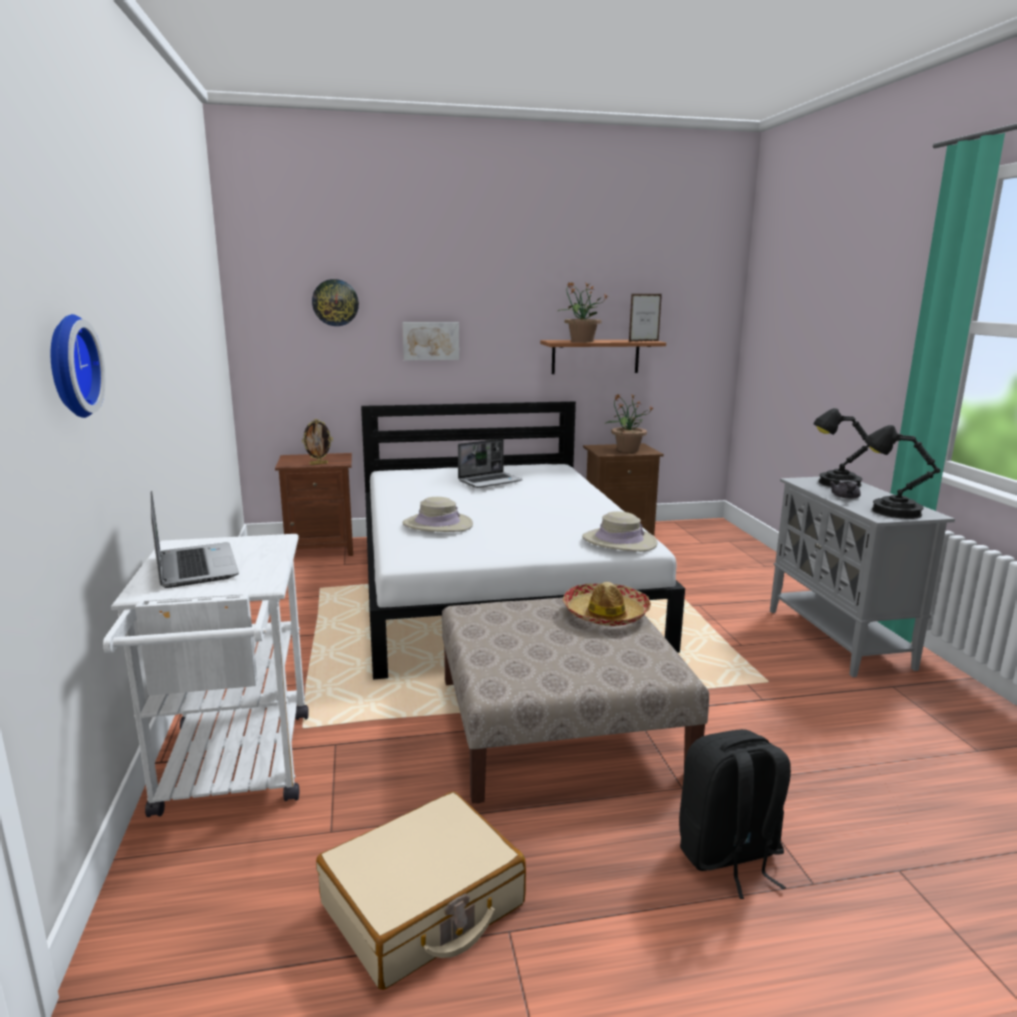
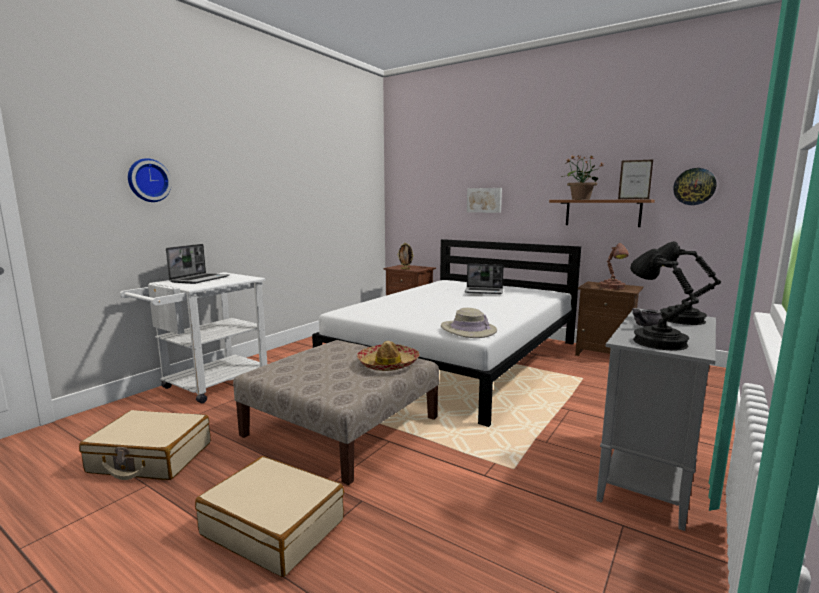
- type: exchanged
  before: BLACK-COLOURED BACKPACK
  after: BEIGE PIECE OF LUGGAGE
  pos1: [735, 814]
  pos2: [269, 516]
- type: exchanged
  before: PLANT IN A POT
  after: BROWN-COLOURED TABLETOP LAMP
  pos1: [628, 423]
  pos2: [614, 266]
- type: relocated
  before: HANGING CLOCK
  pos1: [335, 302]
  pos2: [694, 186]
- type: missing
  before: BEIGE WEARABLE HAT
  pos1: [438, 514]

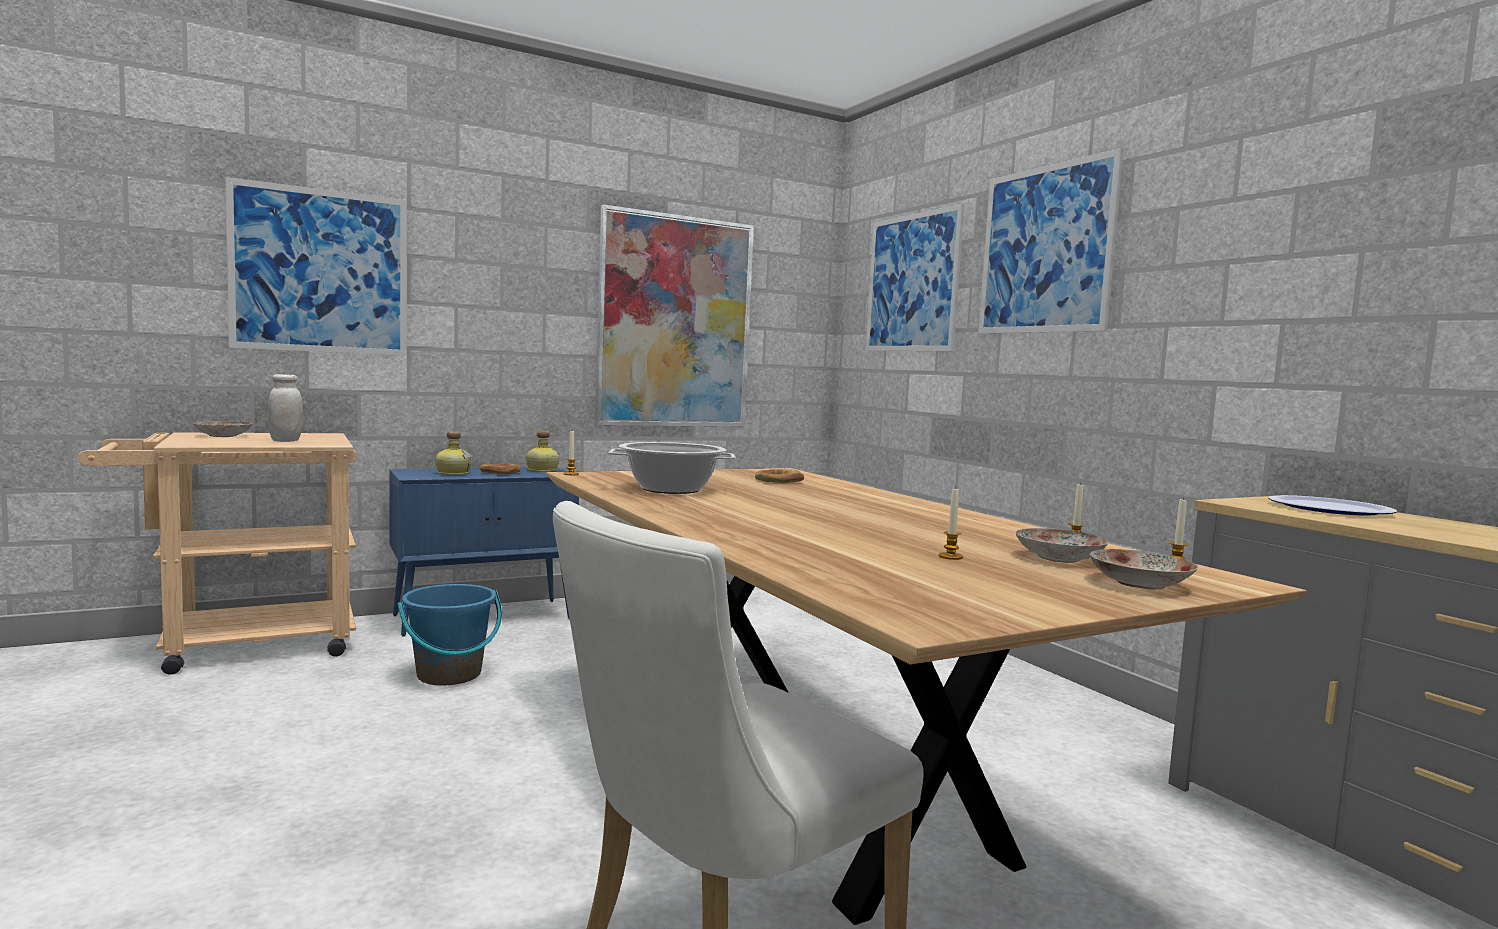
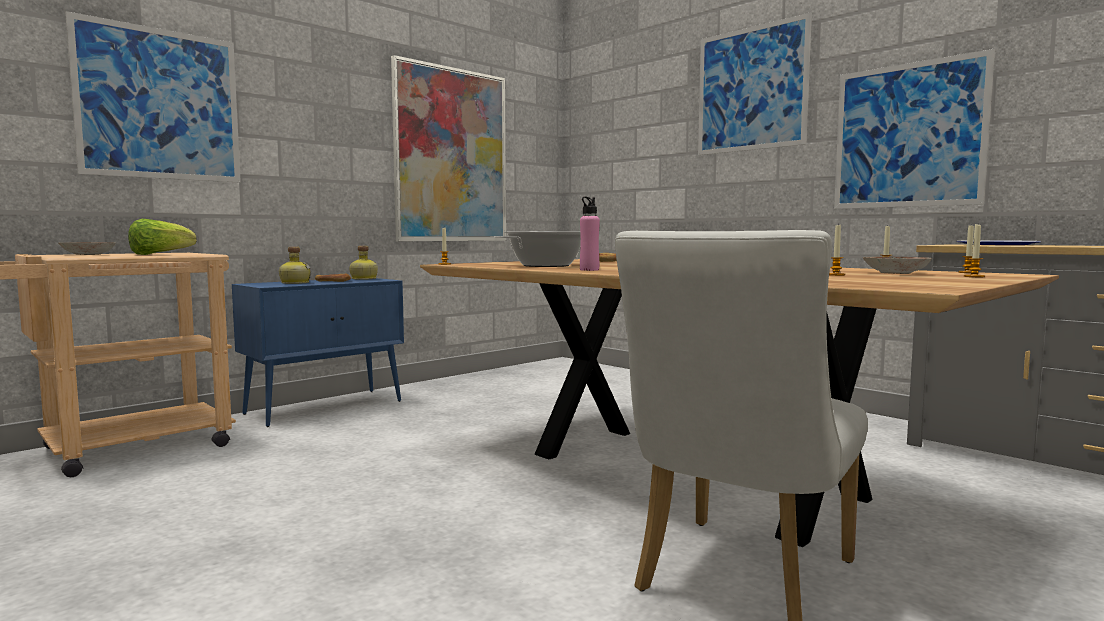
- type: exchanged
  before: WHITE-COLOURED STORAGE JAR
  after: LETTUCE
  pos1: [285, 408]
  pos2: [162, 237]
- type: appeared
  after: PINKISH DRINK BOTTLE
  pos2: [590, 234]
- type: relocated
  before: PICTURE
  pos1: [915, 277]
  pos2: [914, 129]
- type: exchanged
  before: FLAT DISH
  after: WAX CANDLE
  pos1: [1144, 569]
  pos2: [974, 250]
- type: missing
  before: BLUISH PAIL
  pos1: [449, 634]

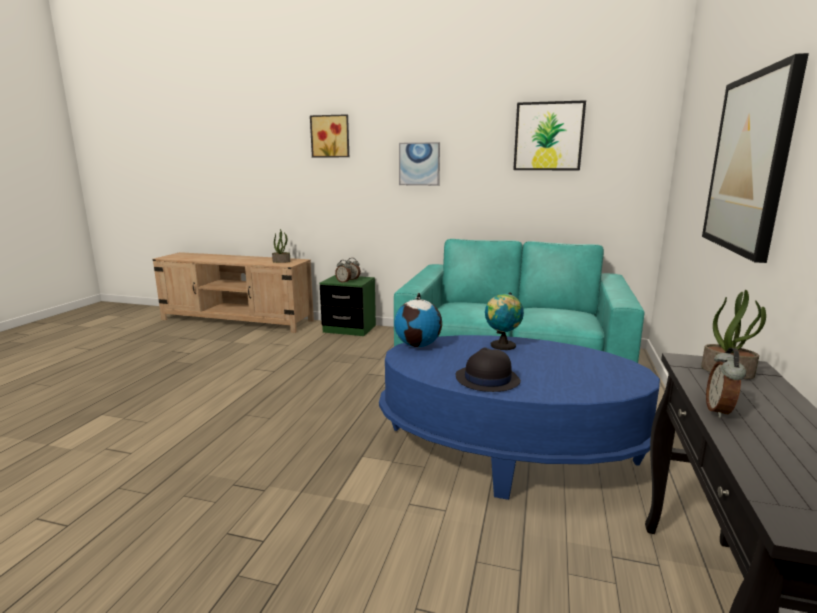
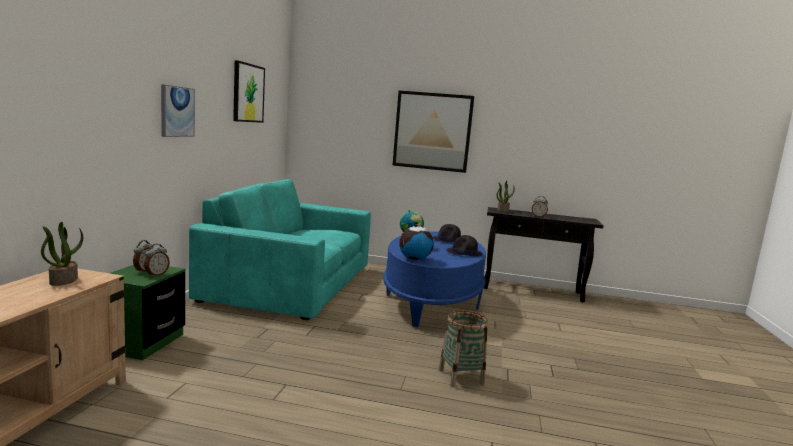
- type: appeared
  after: BLACK-COLOURED WEARABLE HAT
  pos2: [447, 233]
- type: appeared
  after: STORAGE BASKET
  pos2: [463, 348]
- type: missing
  before: PICTURE
  pos1: [329, 135]

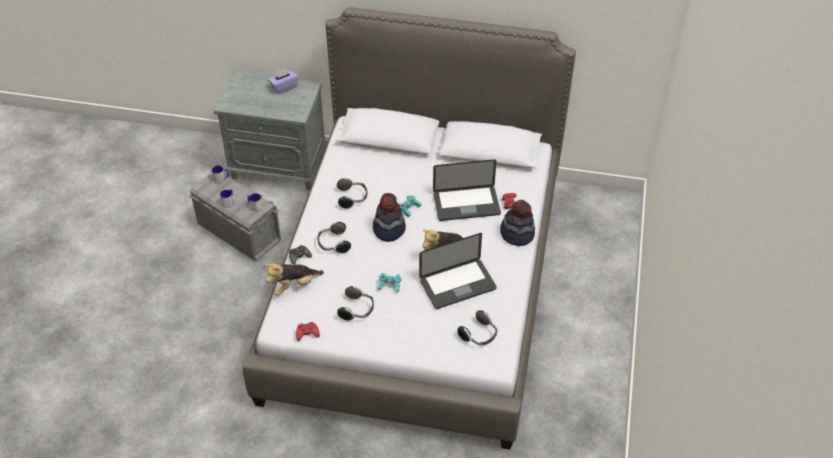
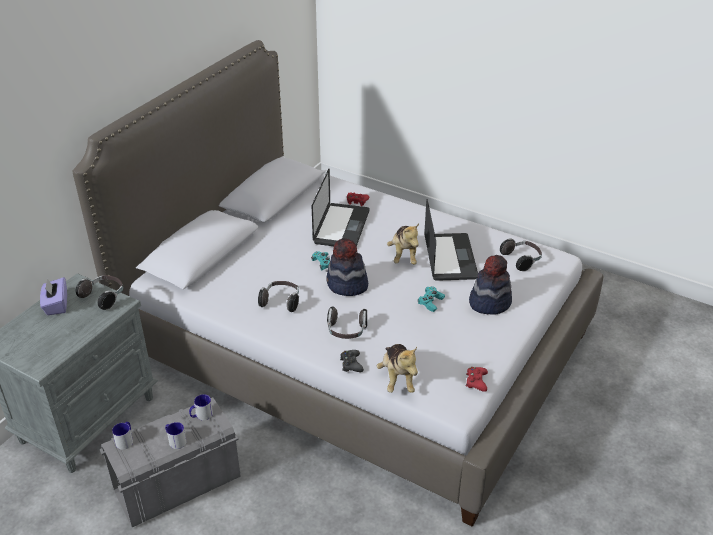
- type: relocated
  before: HEADPHONES
  pos1: [355, 303]
  pos2: [99, 292]
- type: relocated
  before: WEARABLE HAT
  pos1: [517, 223]
  pos2: [490, 285]

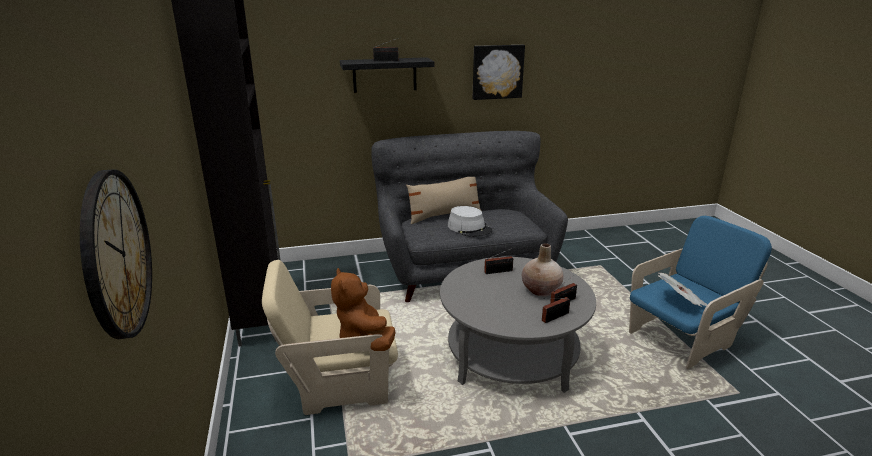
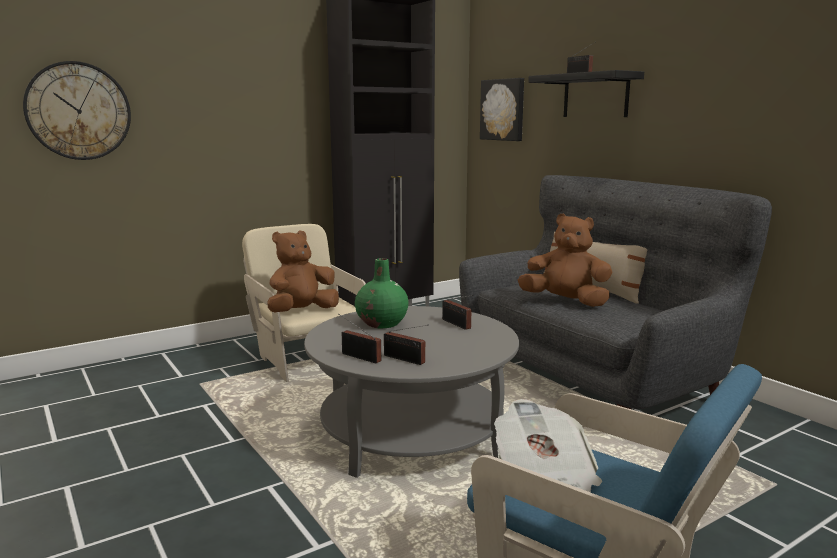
- type: appeared
  after: GREENISH FLOWER VASE
  pos2: [382, 293]
- type: relocated
  before: PICTURE
  pos1: [499, 72]
  pos2: [502, 109]
- type: exchanged
  before: GREYISH WEARABLE HAT
  after: BROWN-COLOURED PLUSH TOY
  pos1: [470, 221]
  pos2: [565, 260]
- type: missing
  before: BEIGE FLOWER VASE
  pos1: [543, 269]

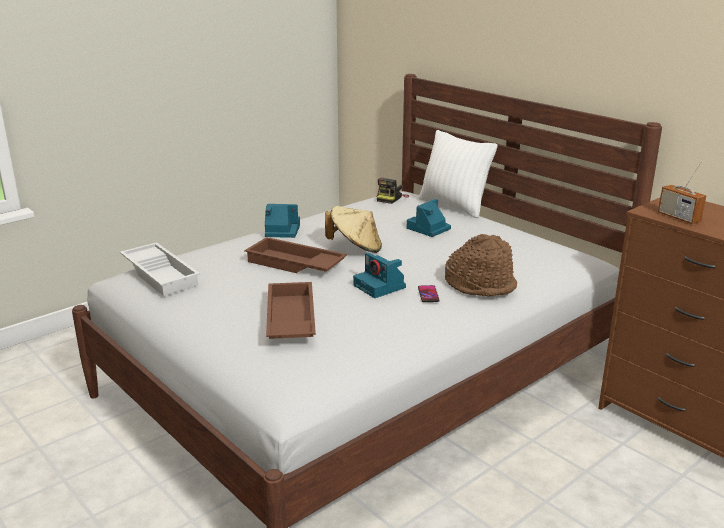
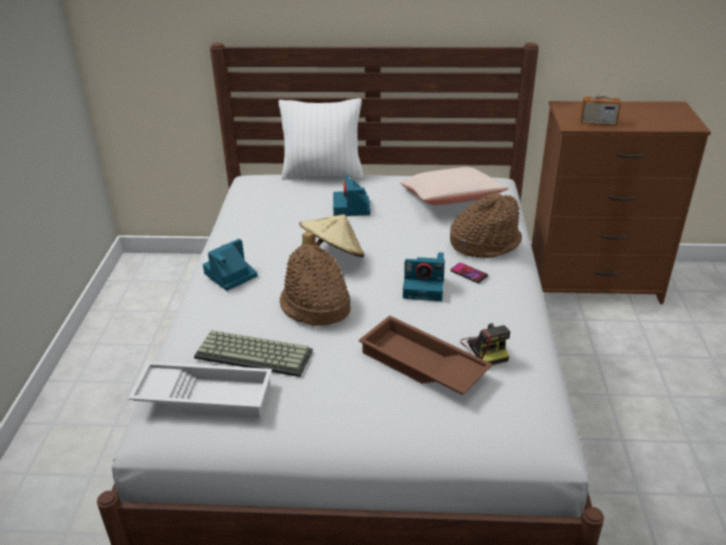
- type: appeared
  after: PC KEYBOARD
  pos2: [253, 353]
- type: exchanged
  before: BROWN-COLOURED SERVING TRAY
  after: BROWN-COLOURED WEARABLE HAT
  pos1: [295, 255]
  pos2: [315, 284]
- type: appeared
  after: BEIGE PILLOW
  pos2: [454, 186]
- type: relocated
  before: STILL CAMERA
  pos1: [393, 191]
  pos2: [485, 344]

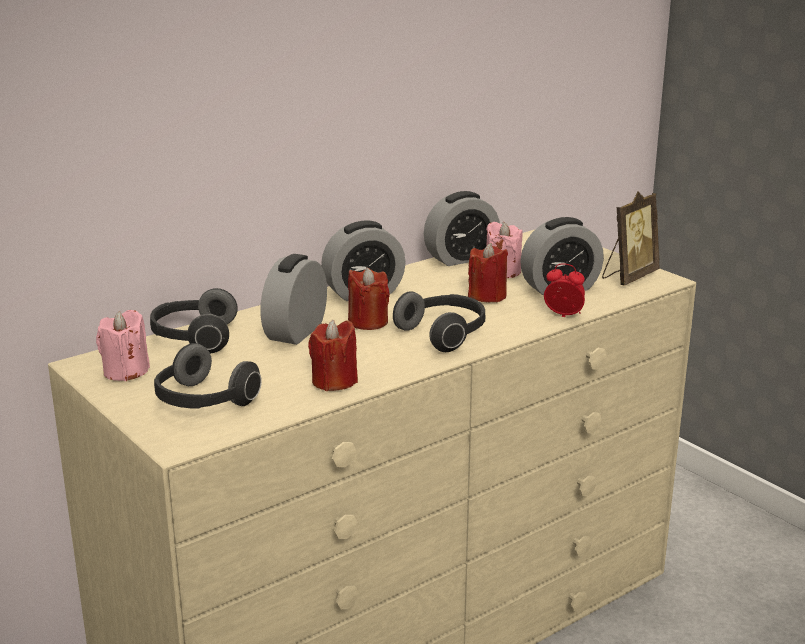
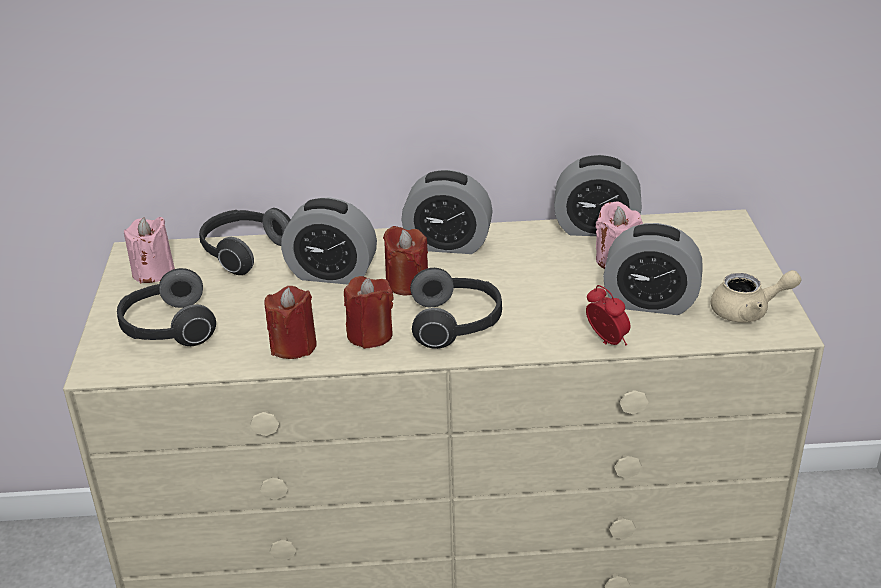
- type: spun
  before: ALARM CLOCK
  pos1: [293, 299]
  pos2: [329, 241]
  turn: -135
- type: relocated
  before: RED WAX CANDLE
  pos1: [488, 272]
  pos2: [369, 312]
- type: exchanged
  before: STANDING FRAME
  after: BEIGE TEA POT
  pos1: [631, 238]
  pos2: [756, 296]

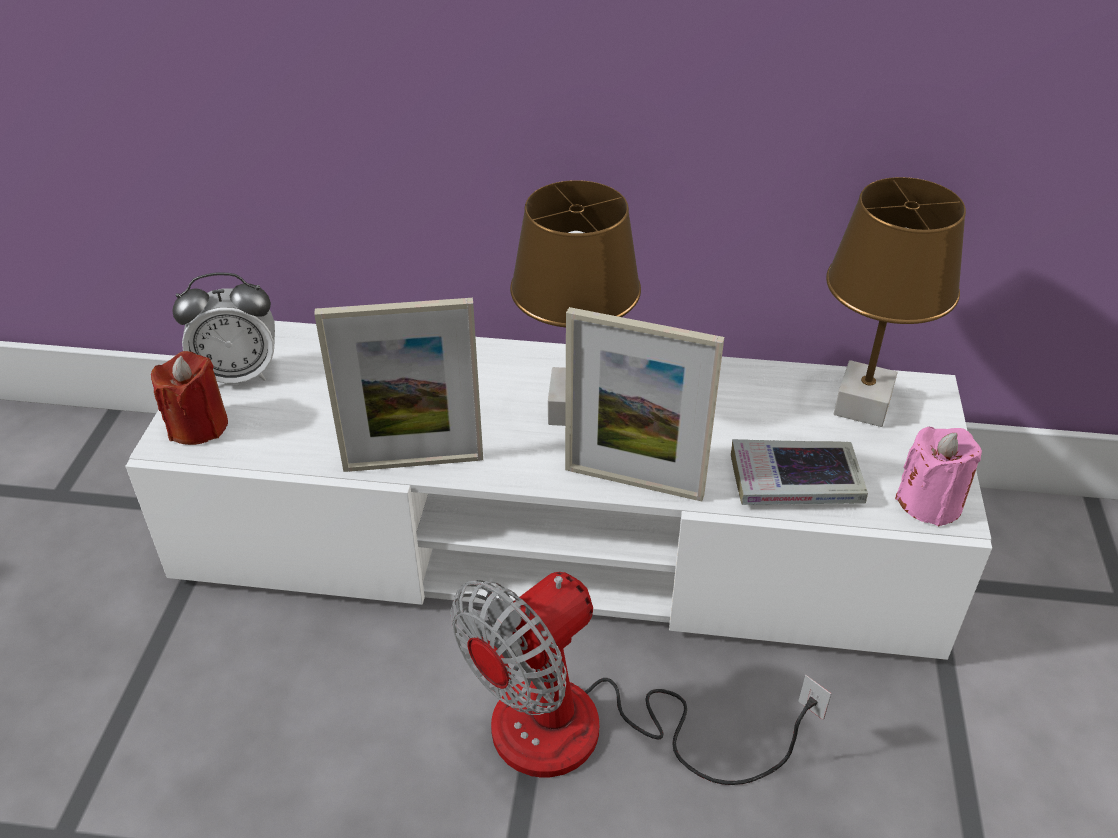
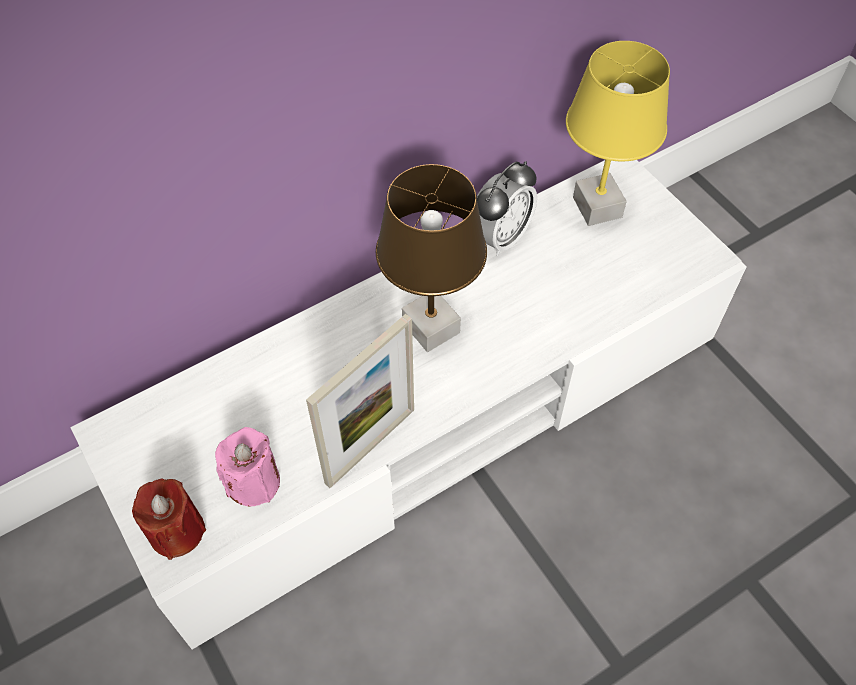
- type: relocated
  before: PINKISH WAX CANDLE
  pos1: [938, 476]
  pos2: [247, 466]
- type: relocated
  before: ALARM CLOCK
  pos1: [223, 327]
  pos2: [507, 209]
- type: colour
  before: BROWN-COLOURED TABLETOP LAMP
  after: YELLOWISH TABLETOP LAMP
  pos1: [896, 302]
  pos2: [618, 133]
- type: missing
  before: COOLING FAN
  pos1: [641, 678]
- type: missing
  before: STANDING FRAME
  pos1: [644, 404]
- type: missing
  before: BOUND BOOK
  pos1: [799, 472]

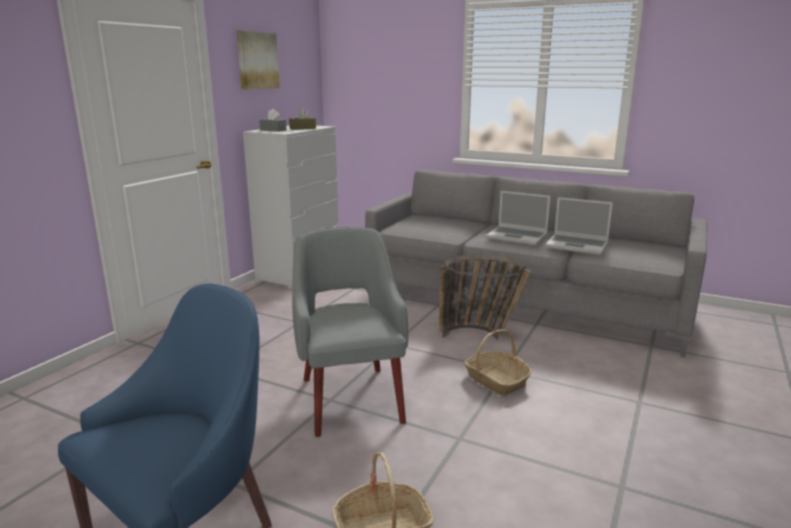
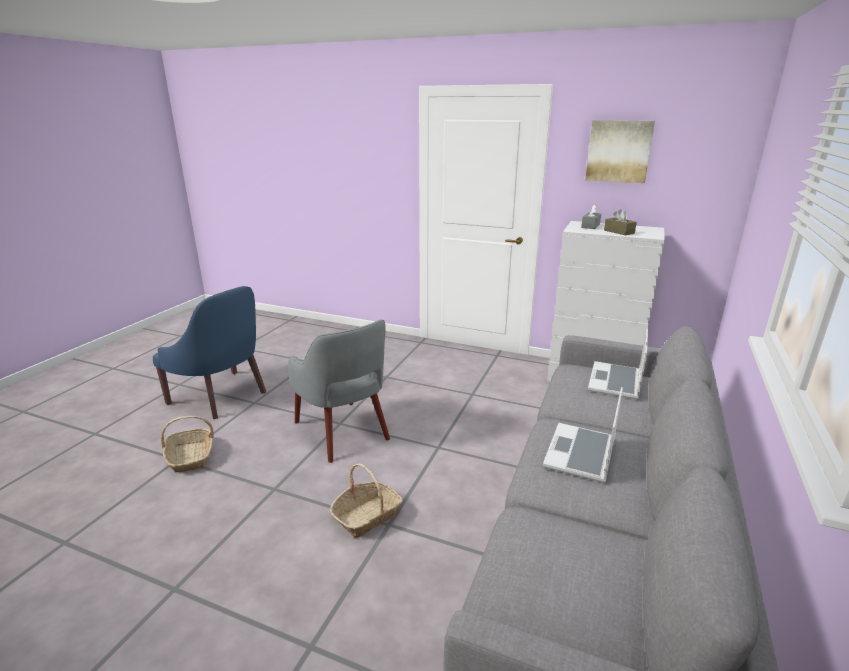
- type: spun
  before: GREYISH ARMCHAIR
  pos1: [350, 332]
  pos2: [339, 391]
  turn: 75
- type: relocated
  before: NOTEBOOK COMPUTER
  pos1: [579, 226]
  pos2: [618, 364]
- type: missing
  before: STORAGE BASKET
  pos1: [485, 297]

